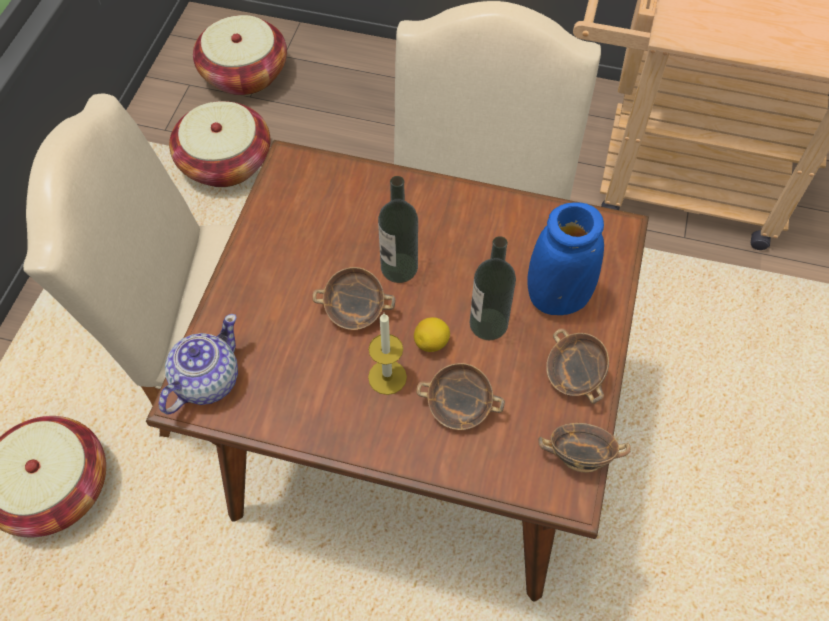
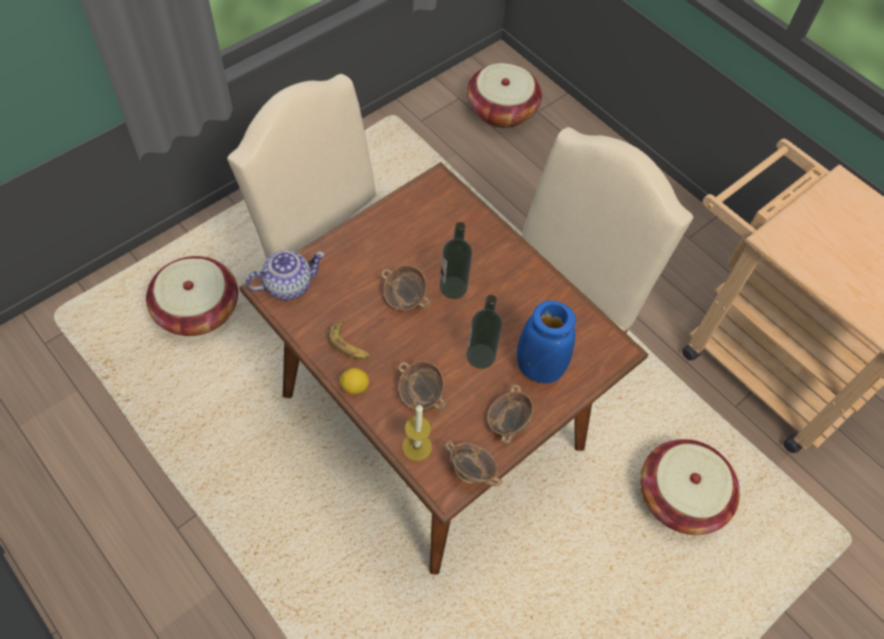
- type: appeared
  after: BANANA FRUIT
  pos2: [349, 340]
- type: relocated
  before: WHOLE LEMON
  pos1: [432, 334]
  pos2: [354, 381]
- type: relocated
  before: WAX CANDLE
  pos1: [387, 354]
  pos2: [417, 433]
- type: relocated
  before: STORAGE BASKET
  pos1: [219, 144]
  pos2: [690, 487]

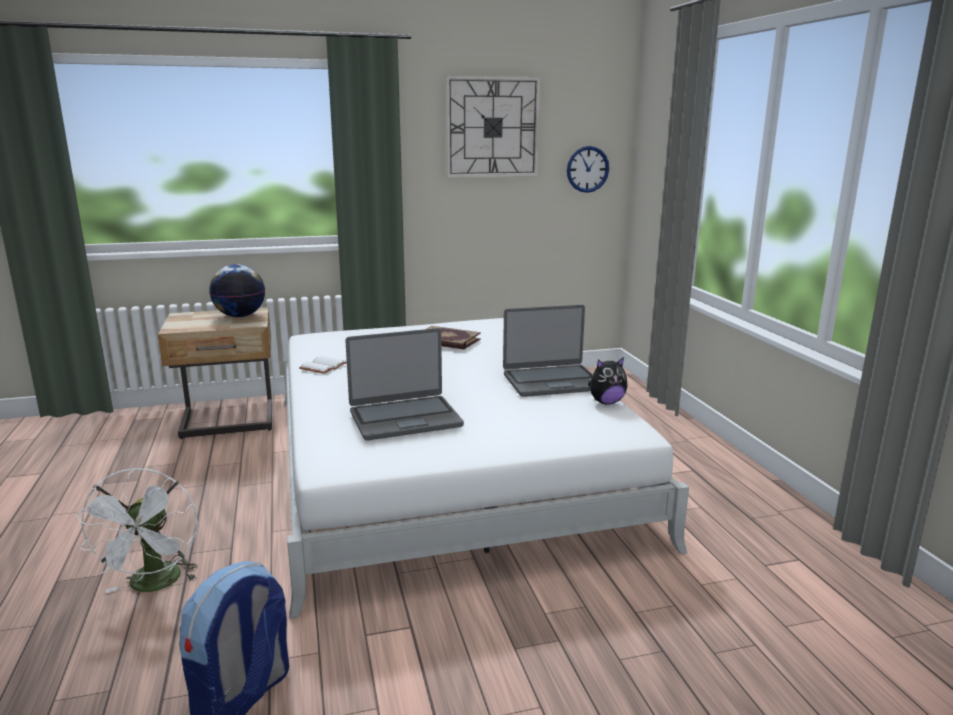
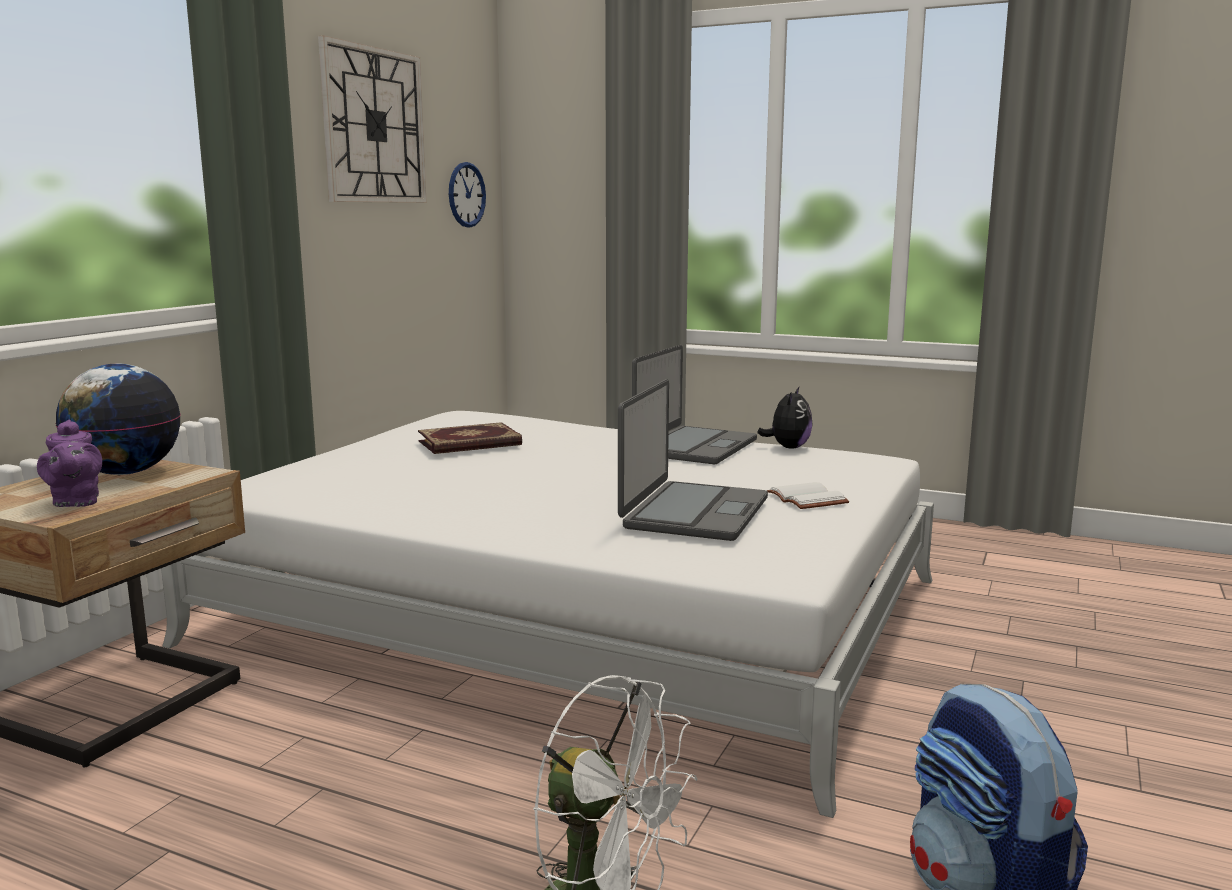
- type: appeared
  after: PURPLE-COLOURED TEA POT
  pos2: [69, 463]
- type: relocated
  before: WHITE-COLOURED BOUND BOOK
  pos1: [323, 365]
  pos2: [808, 495]

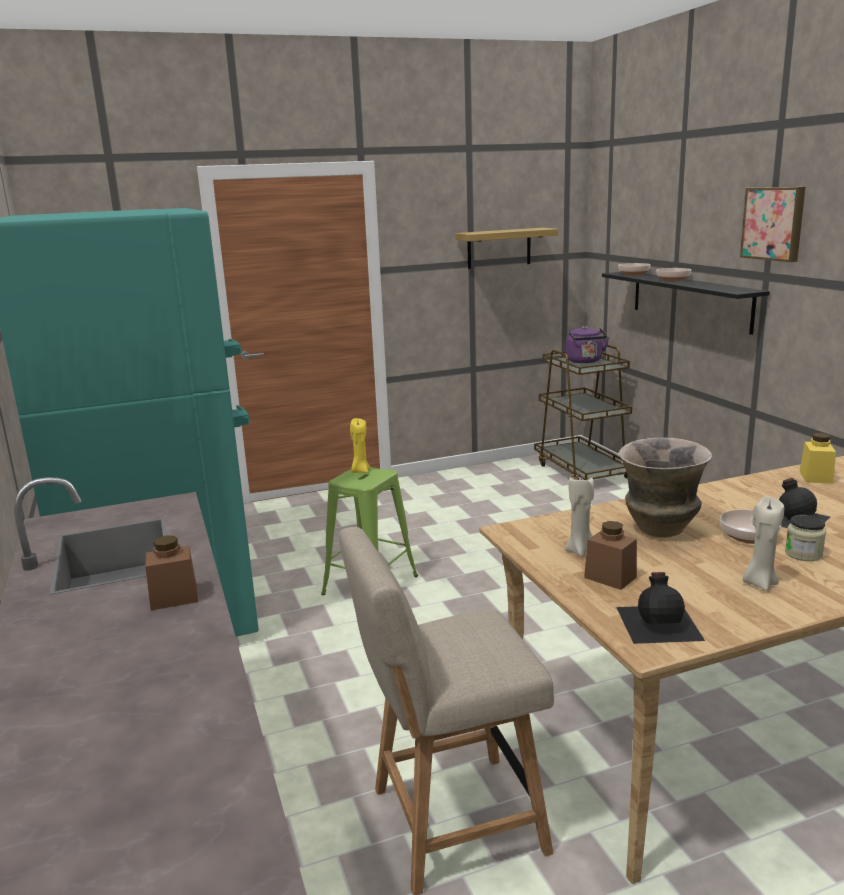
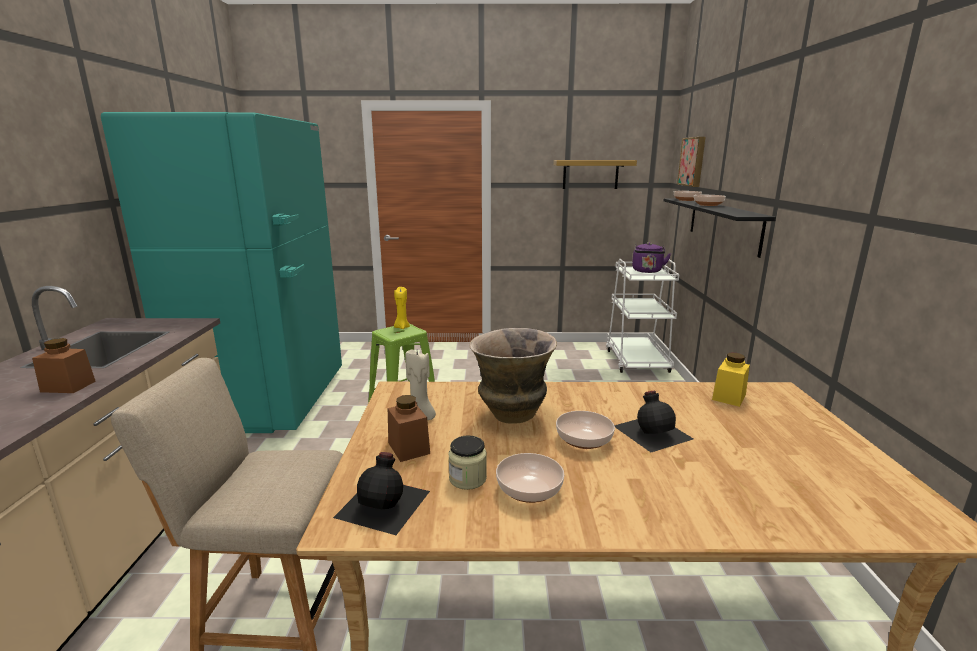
- type: relocated
  before: STORAGE JAR
  pos1: [805, 538]
  pos2: [467, 462]
- type: exchanged
  before: BEIGE WAX CANDLE
  after: BOWL
  pos1: [763, 544]
  pos2: [530, 478]
- type: colour
  before: BROWN-COLOURED CART
  after: WHITE-COLOURED CART
  pos1: [583, 412]
  pos2: [642, 316]
- type: relocated
  before: PICTURE
  pos1: [772, 224]
  pos2: [691, 162]

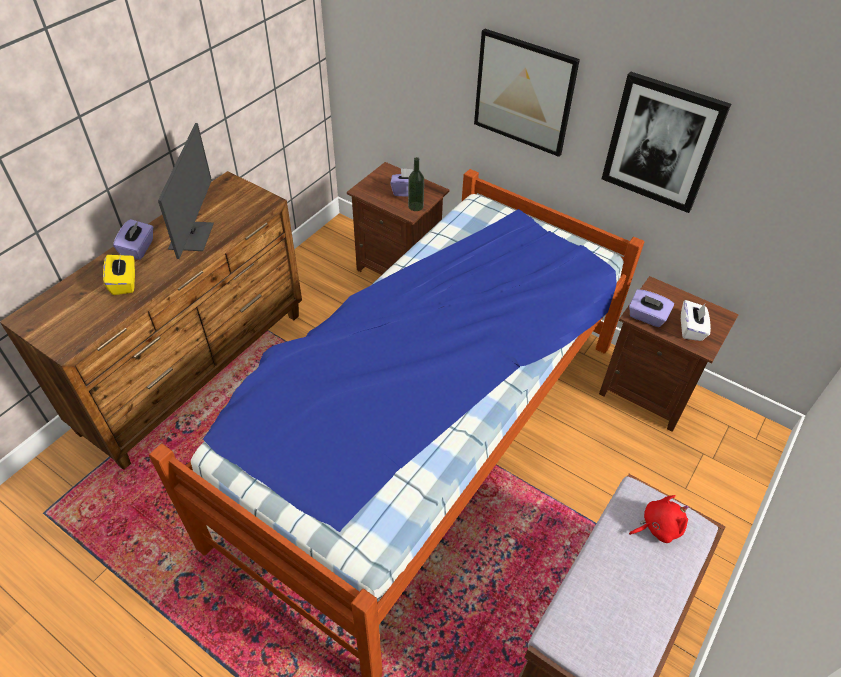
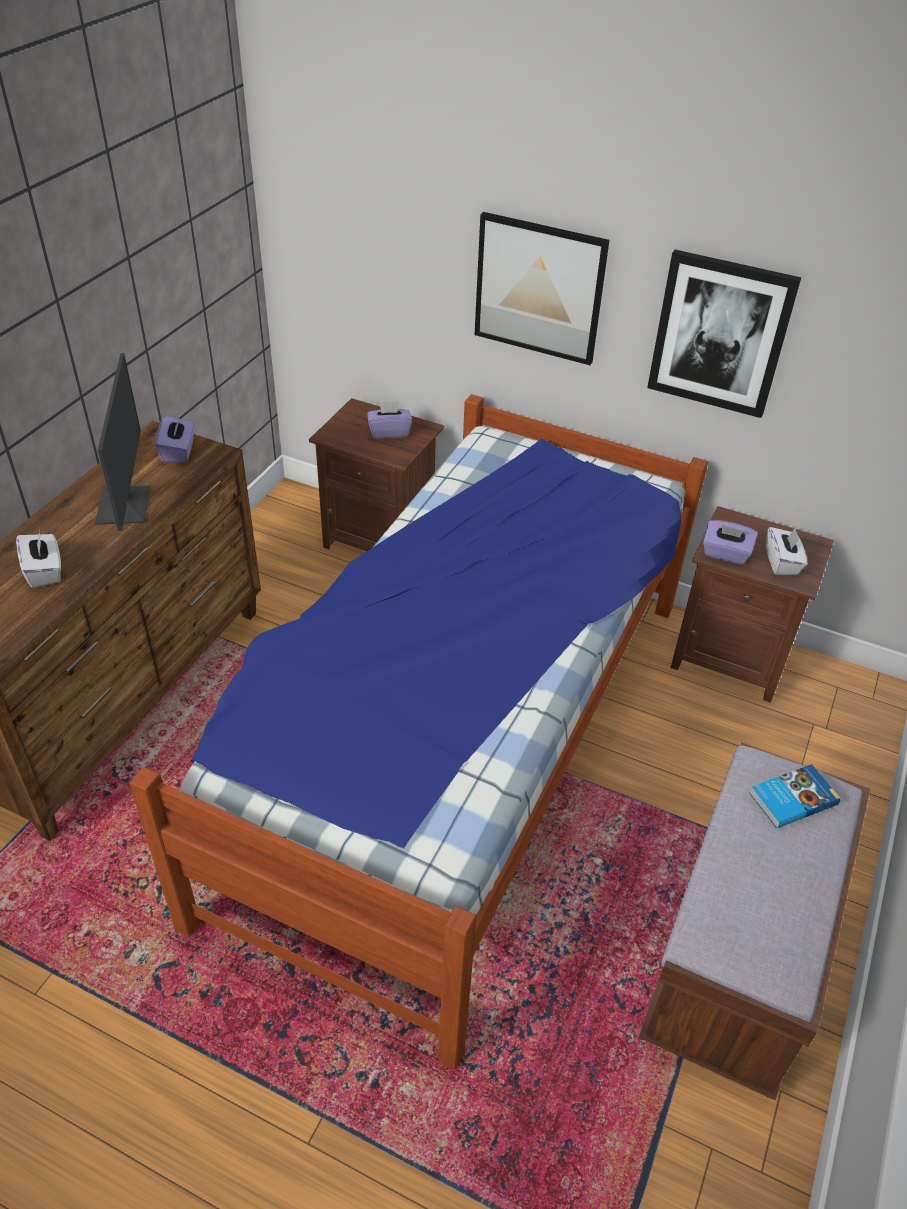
- type: colour
  before: YELLOWISH TISSUE HOLDER
  after: WHITE-COLOURED TISSUE HOLDER
  pos1: [119, 274]
  pos2: [38, 559]
- type: relocated
  before: PURPLE-COLOURED TISSUE HOLDER
  pos1: [133, 239]
  pos2: [175, 439]
- type: exchanged
  before: RED PLUSH TOY
  after: BOUND BOOK
  pos1: [659, 519]
  pos2: [795, 796]
- type: missing
  before: DRINK BOTTLE
  pos1: [416, 184]

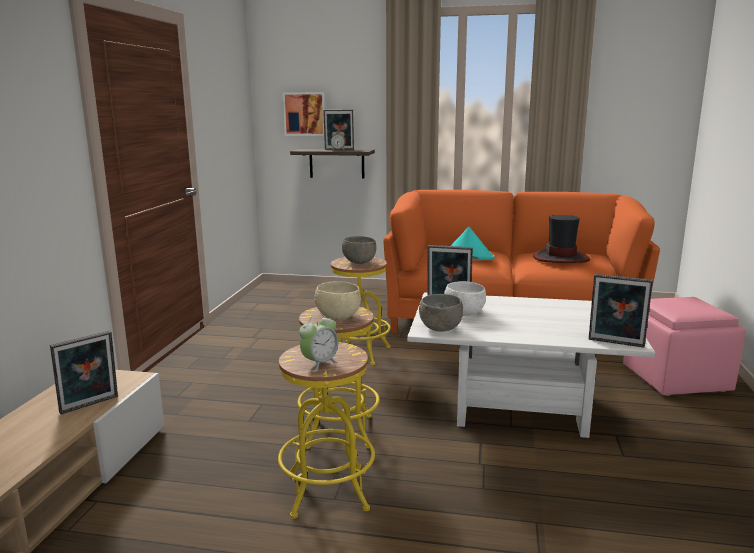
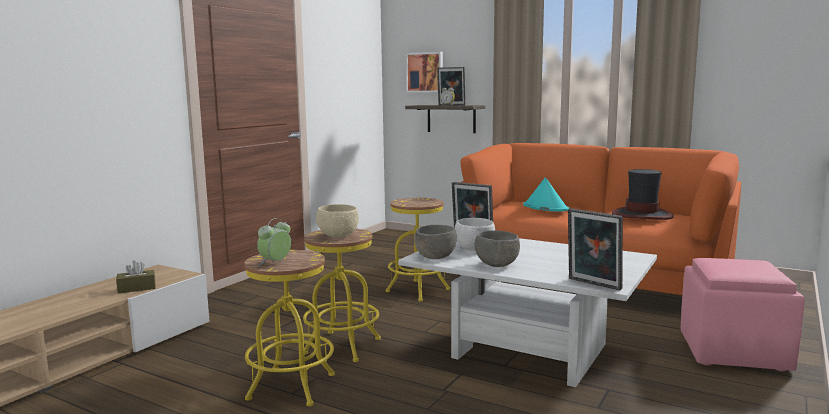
- type: exchanged
  before: STANDING FRAME
  after: BROWN-COLOURED TISSUE HOLDER
  pos1: [84, 372]
  pos2: [135, 277]
- type: spun
  before: ALARM CLOCK
  pos1: [319, 342]
  pos2: [274, 242]
  turn: 150
- type: relocated
  before: GREYISH BOWL
  pos1: [359, 250]
  pos2: [497, 248]

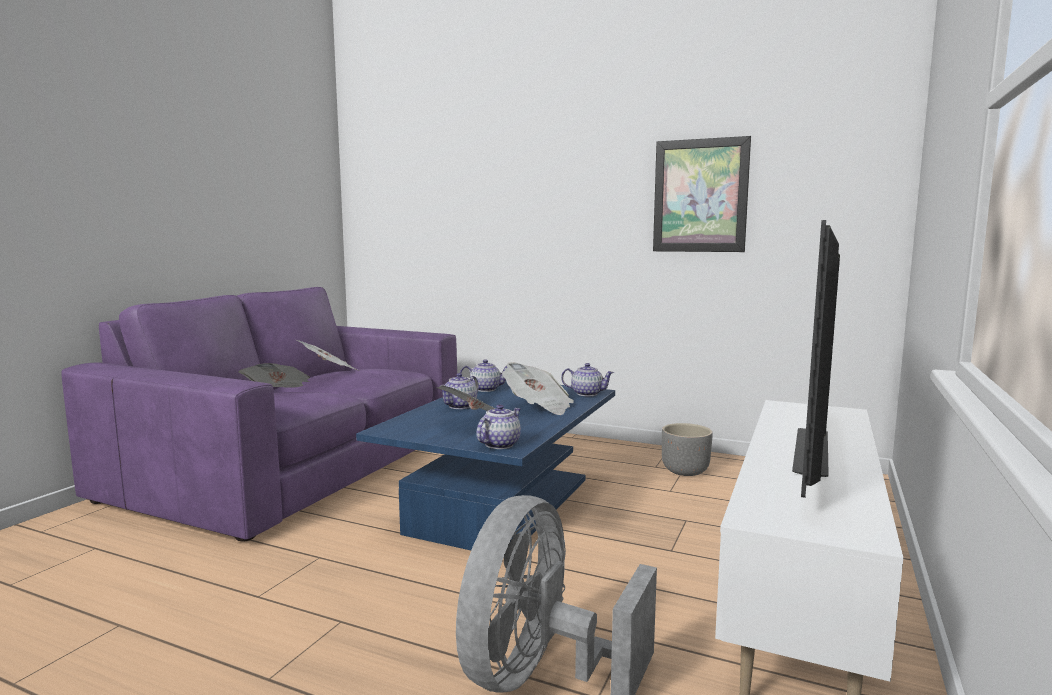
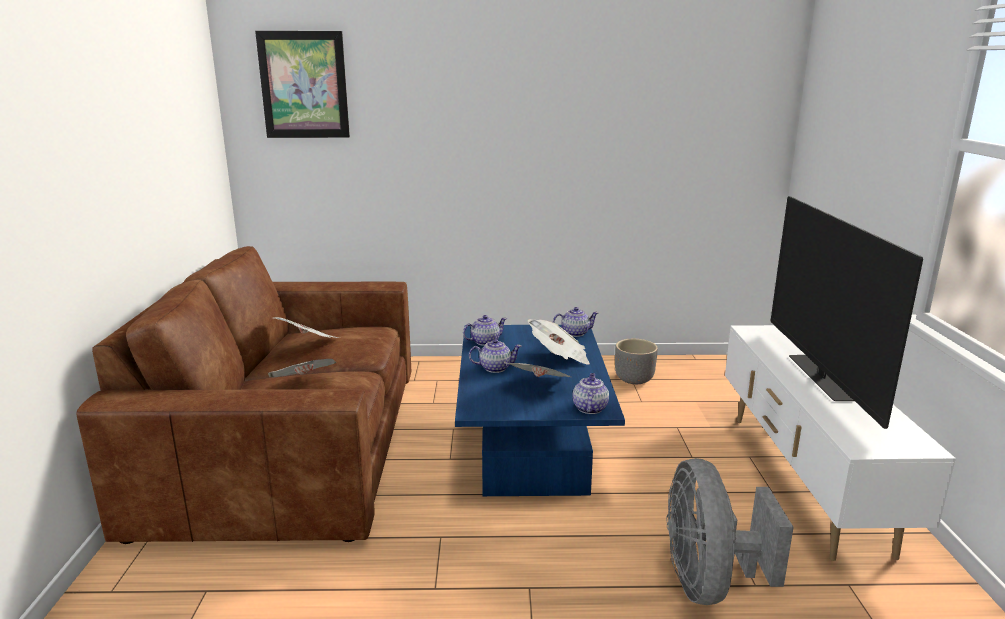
- type: colour
  before: PURPLE-COLOURED COUCH
  after: BROWN-COLOURED COUCH
  pos1: [259, 414]
  pos2: [244, 395]
- type: relocated
  before: PICTURE
  pos1: [702, 194]
  pos2: [302, 84]
- type: spun
  before: TEA POT
  pos1: [459, 391]
  pos2: [495, 356]
  turn: -105

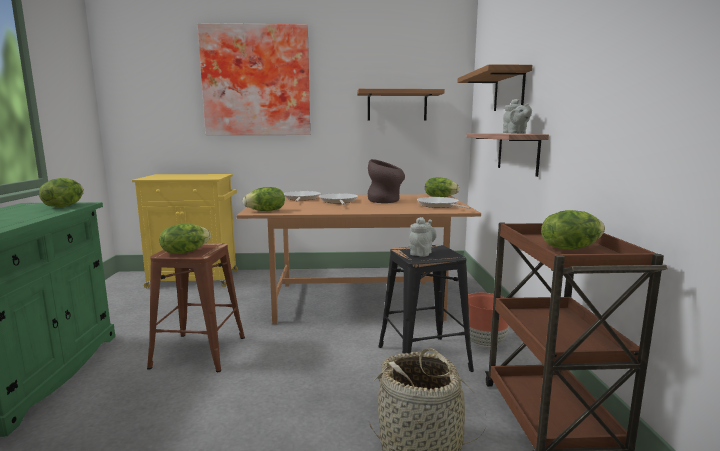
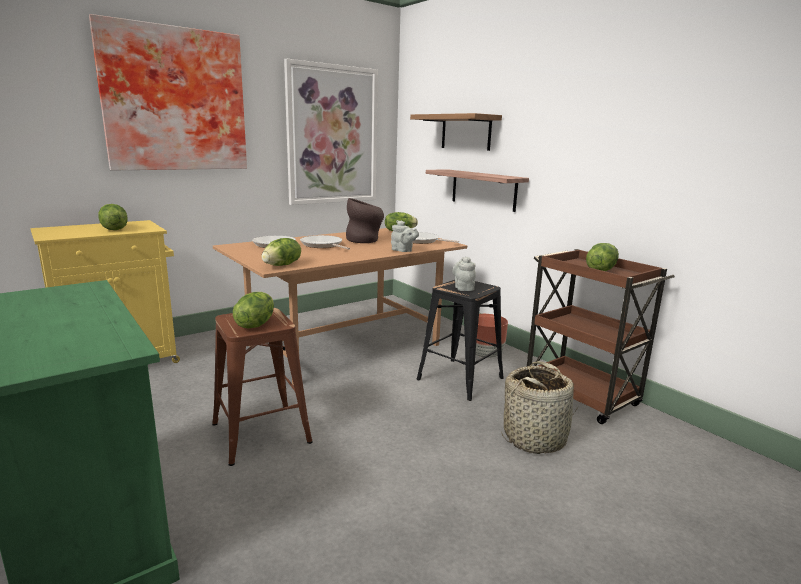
- type: relocated
  before: LETTUCE
  pos1: [61, 192]
  pos2: [113, 217]
- type: exchanged
  before: SHELF
  after: PICTURE
  pos1: [401, 105]
  pos2: [331, 131]
- type: relocated
  before: GREYISH TEA POT
  pos1: [517, 116]
  pos2: [405, 236]

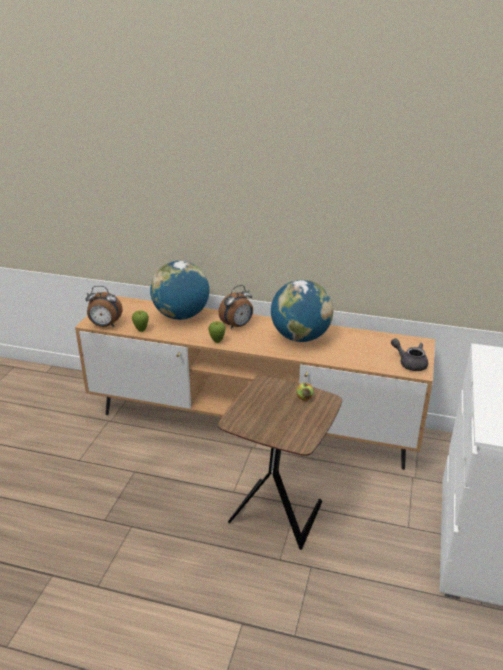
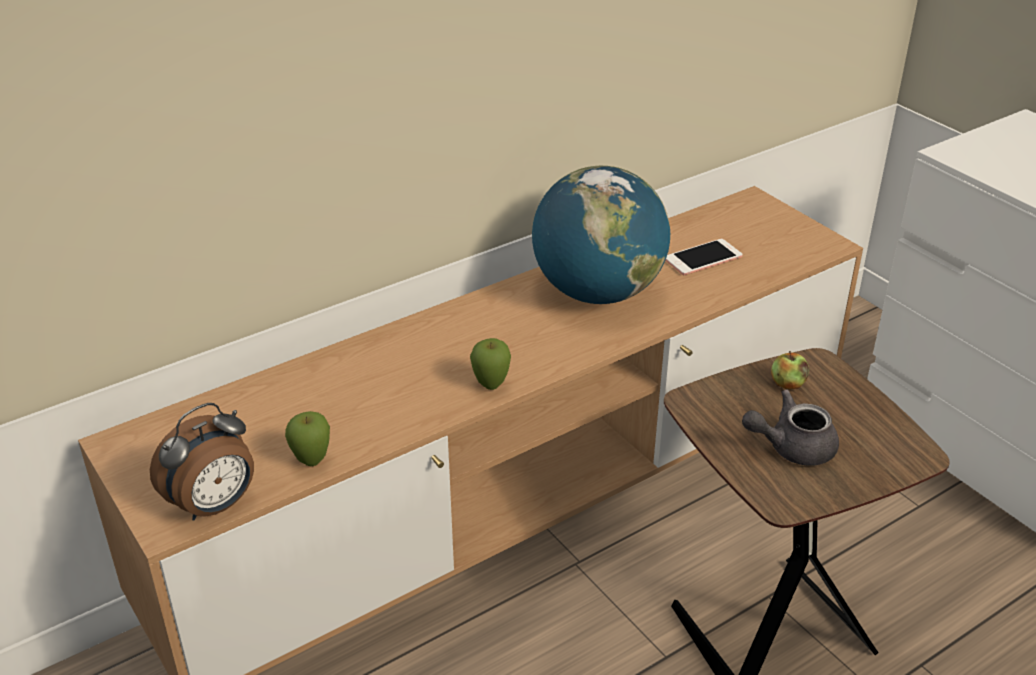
- type: appeared
  after: TELEPHONE
  pos2: [704, 257]
- type: relocated
  before: GREYISH TEA POT
  pos1: [409, 354]
  pos2: [790, 427]
- type: missing
  before: GLOBE
  pos1: [179, 290]
- type: missing
  before: ALARM CLOCK
  pos1: [235, 307]

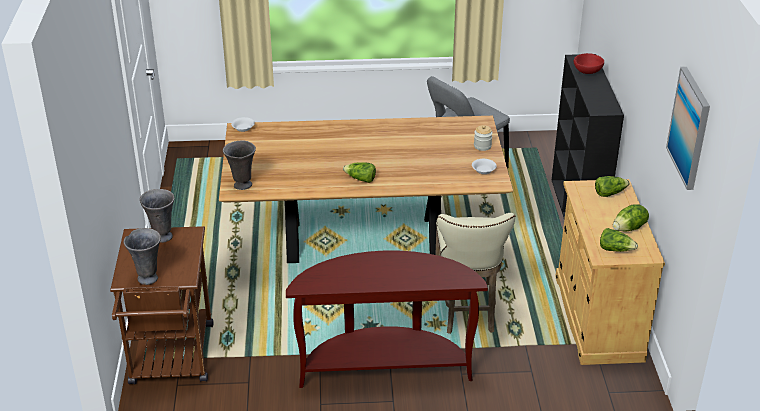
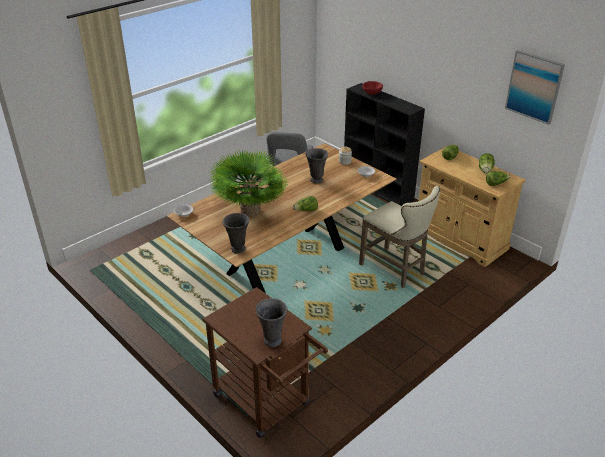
- type: appeared
  after: PLANT IN A POT
  pos2: [248, 183]
- type: relocated
  before: GREYISH FLOWER VASE
  pos1: [157, 216]
  pos2: [316, 165]
- type: missing
  before: BROWN-COLOURED HALL TABLE
  pos1: [387, 319]

